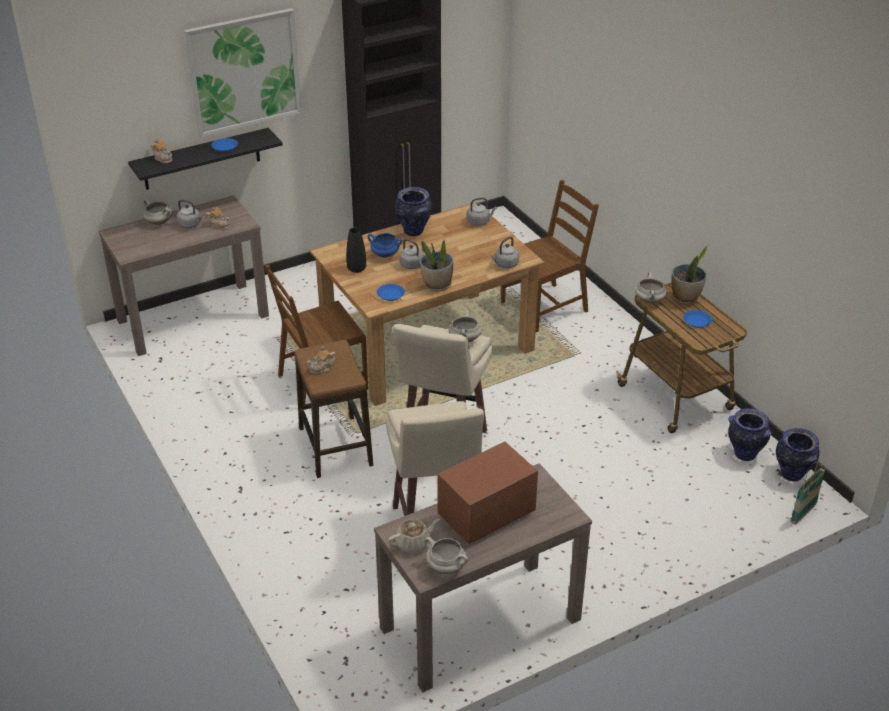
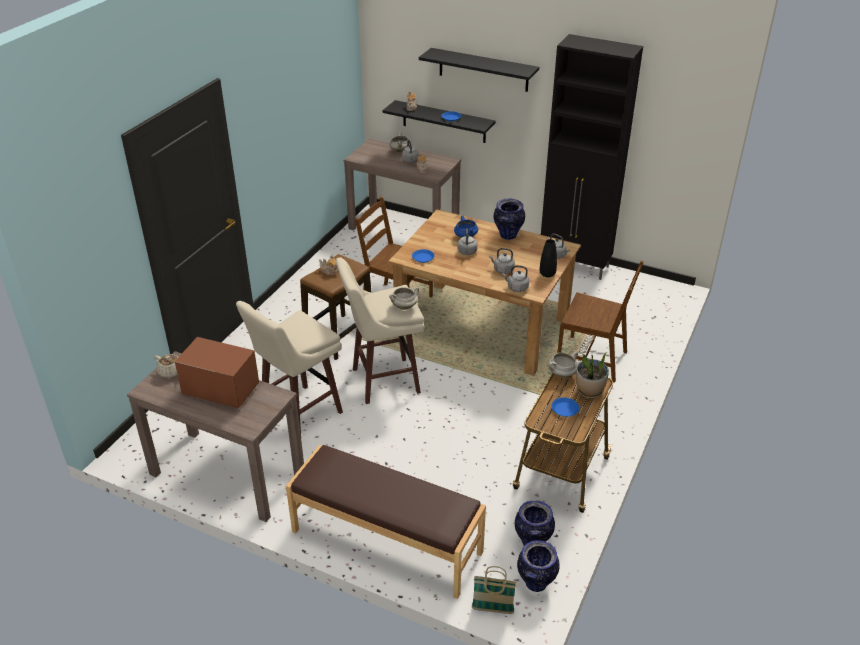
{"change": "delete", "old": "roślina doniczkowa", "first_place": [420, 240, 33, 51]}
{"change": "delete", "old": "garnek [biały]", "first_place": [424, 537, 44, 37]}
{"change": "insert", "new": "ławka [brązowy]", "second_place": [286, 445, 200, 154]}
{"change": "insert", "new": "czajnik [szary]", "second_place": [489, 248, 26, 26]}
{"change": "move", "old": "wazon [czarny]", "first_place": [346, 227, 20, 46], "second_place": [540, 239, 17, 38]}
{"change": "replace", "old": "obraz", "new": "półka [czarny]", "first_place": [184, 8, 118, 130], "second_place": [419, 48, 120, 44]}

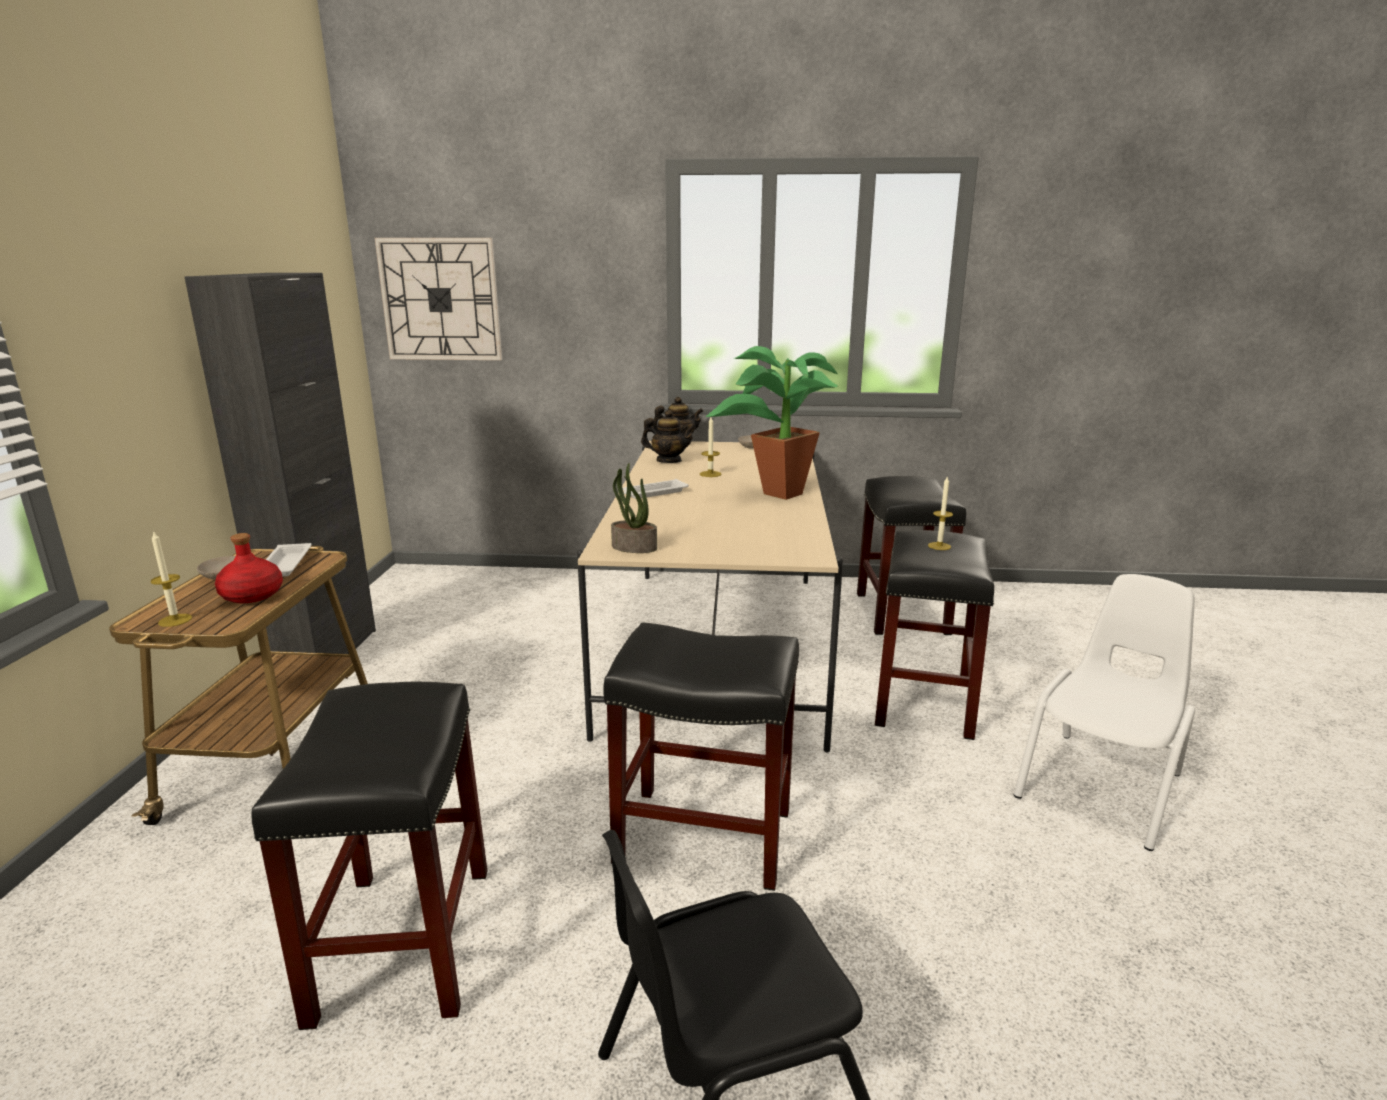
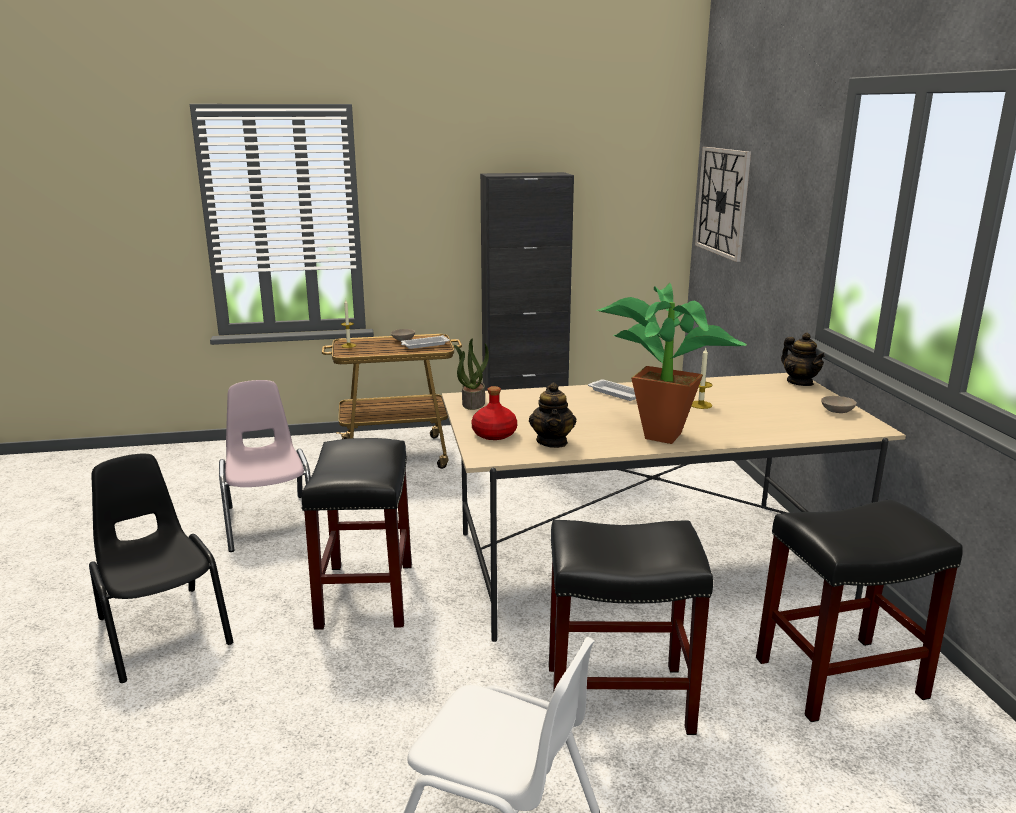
{"change": "delete", "old": "świeca", "first_place": [928, 477, 25, 73]}
{"change": "move", "old": "butelka [czerwony]", "first_place": [215, 533, 68, 70], "second_place": [471, 386, 46, 54]}
{"change": "move", "old": "imbryk", "first_place": [641, 410, 55, 53], "second_place": [529, 383, 47, 65]}
{"change": "replace", "old": "stołek [czarny]", "new": "krzesło [różowy]", "first_place": [252, 682, 235, 348], "second_place": [219, 380, 92, 172]}

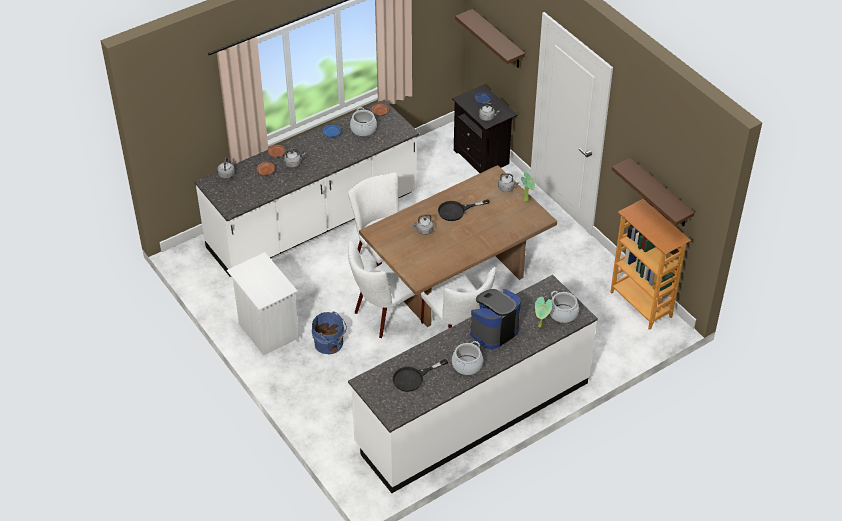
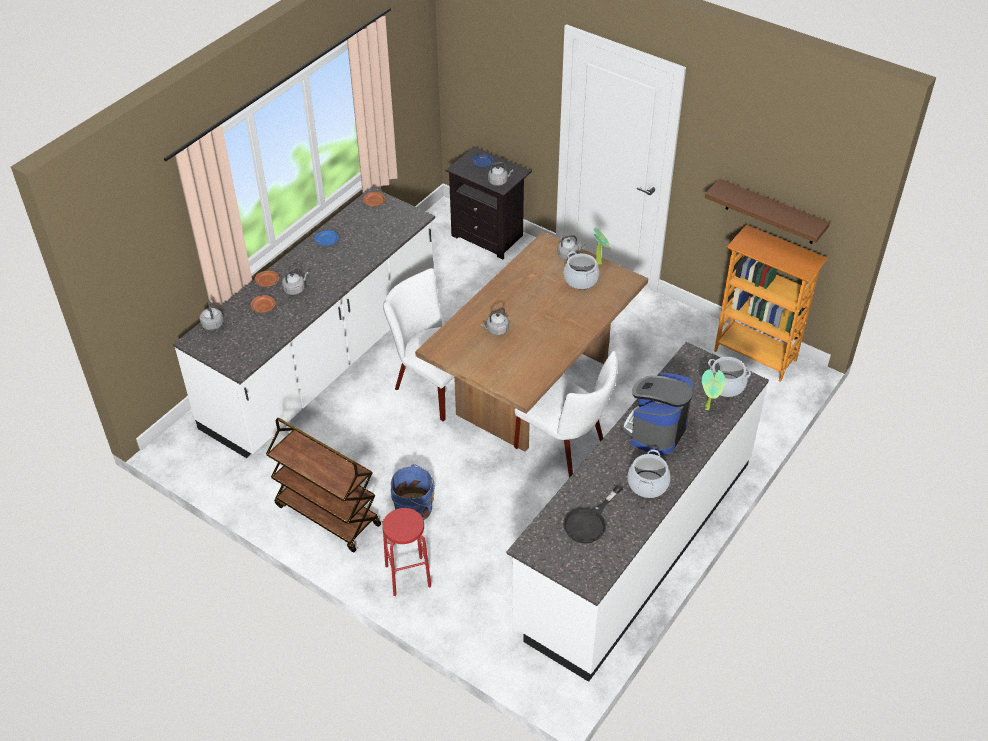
{"change": "delete", "old": "krzesło [biały]", "first_place": [348, 240, 67, 98]}
{"change": "delete", "old": "patelnia [czarny]", "first_place": [438, 199, 52, 22]}
{"change": "delete", "old": "półka [brązowy]", "first_place": [455, 9, 70, 59]}
{"change": "insert", "new": "stołek [czerwony]", "second_place": [382, 508, 49, 88]}
{"change": "move", "old": "garnek", "first_place": [350, 107, 27, 29], "second_place": [564, 252, 35, 37]}
{"change": "replace", "old": "szafka nocna [biały]", "new": "wózek [brązowy]", "first_place": [227, 252, 73, 103], "second_place": [266, 418, 115, 134]}

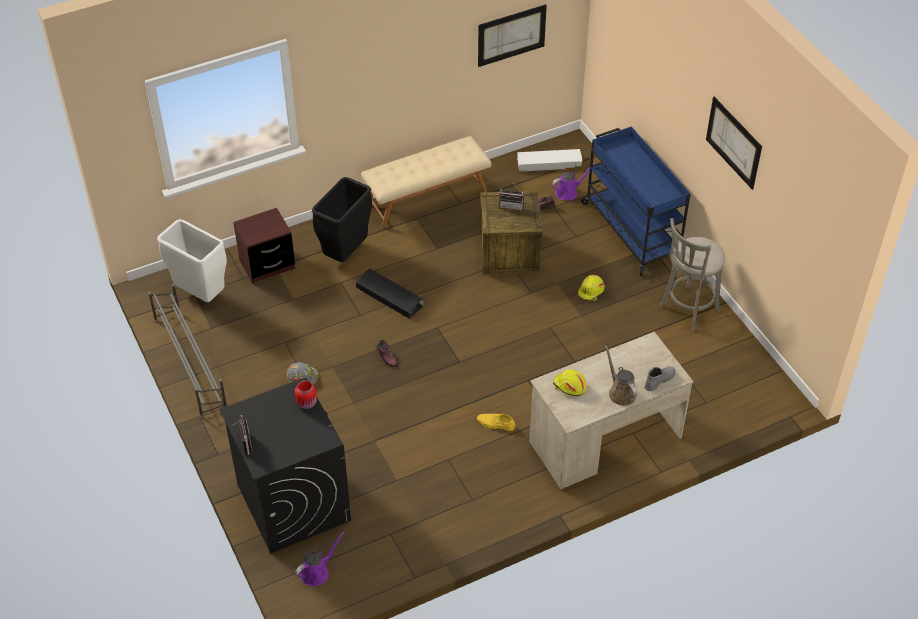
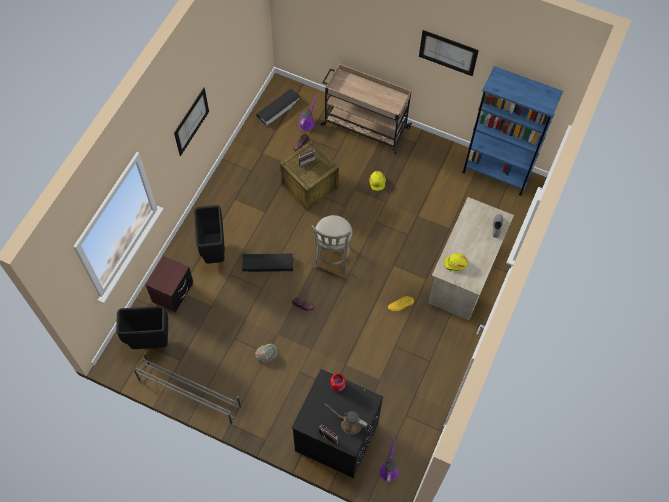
{"change": "delete", "old": "ławka [beżowy]", "first_place": [361, 136, 131, 93]}
{"change": "insert", "new": "regał [niebieski]", "second_place": [462, 66, 101, 130]}
{"change": "move", "old": "obraz", "first_place": [478, 4, 69, 63], "second_place": [174, 88, 35, 68]}
{"change": "move", "old": "konewka [brązowy]", "first_place": [605, 345, 33, 61], "second_place": [324, 403, 43, 32]}
{"change": "move", "old": "stołek [szary]", "first_place": [660, 218, 65, 114], "second_place": [311, 215, 41, 58]}
{"change": "recolor", "old": "kosz na śmieci [biały]", "new": "kosz na śmieci [czarny]", "first_place": [157, 219, 70, 83], "second_place": [116, 306, 52, 43]}
{"change": "recolor", "old": "pojemnik do przechowywania [biały]", "new": "pojemnik do przechowywania [czarny]", "first_place": [517, 149, 66, 23], "second_place": [256, 89, 45, 37]}
{"change": "recolor", "old": "wózek [niebieski]", "new": "wózek [beżowy]", "first_place": [581, 126, 110, 150], "second_place": [321, 64, 91, 90]}

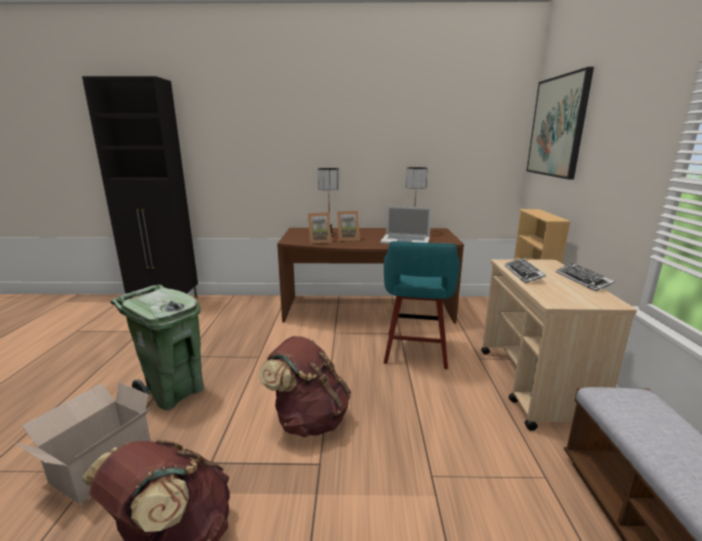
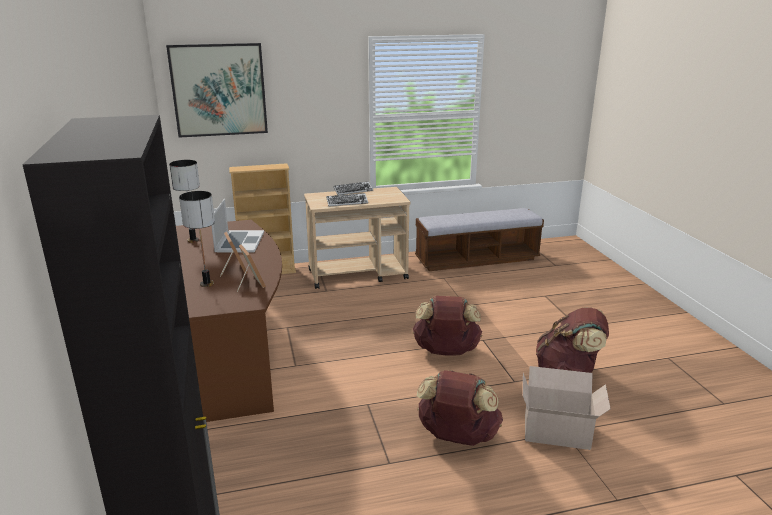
{"change": "delete", "old": "stołek [turkusowy]", "first_place": [384, 241, 76, 128]}
{"change": "replace", "old": "kosz na śmieci [zielony]", "new": "plecak [brązowy]", "first_place": [110, 285, 94, 125], "second_place": [417, 370, 86, 76]}

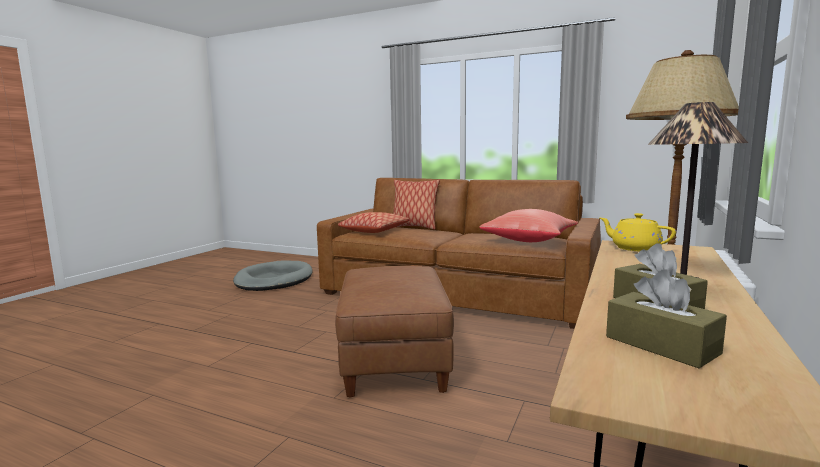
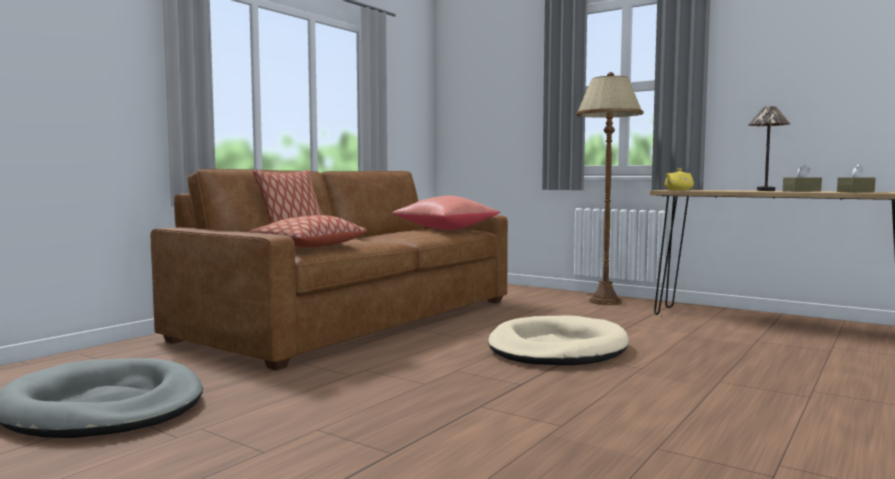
{"change": "replace", "old": "pufa [brązowy]", "new": "legowisko [beżowy]", "first_place": [335, 266, 119, 132], "second_place": [488, 315, 141, 50]}

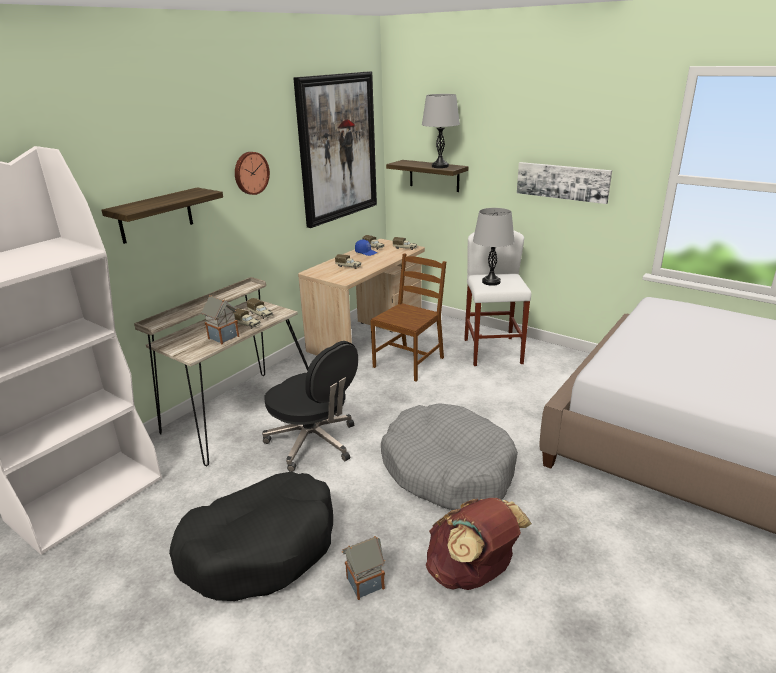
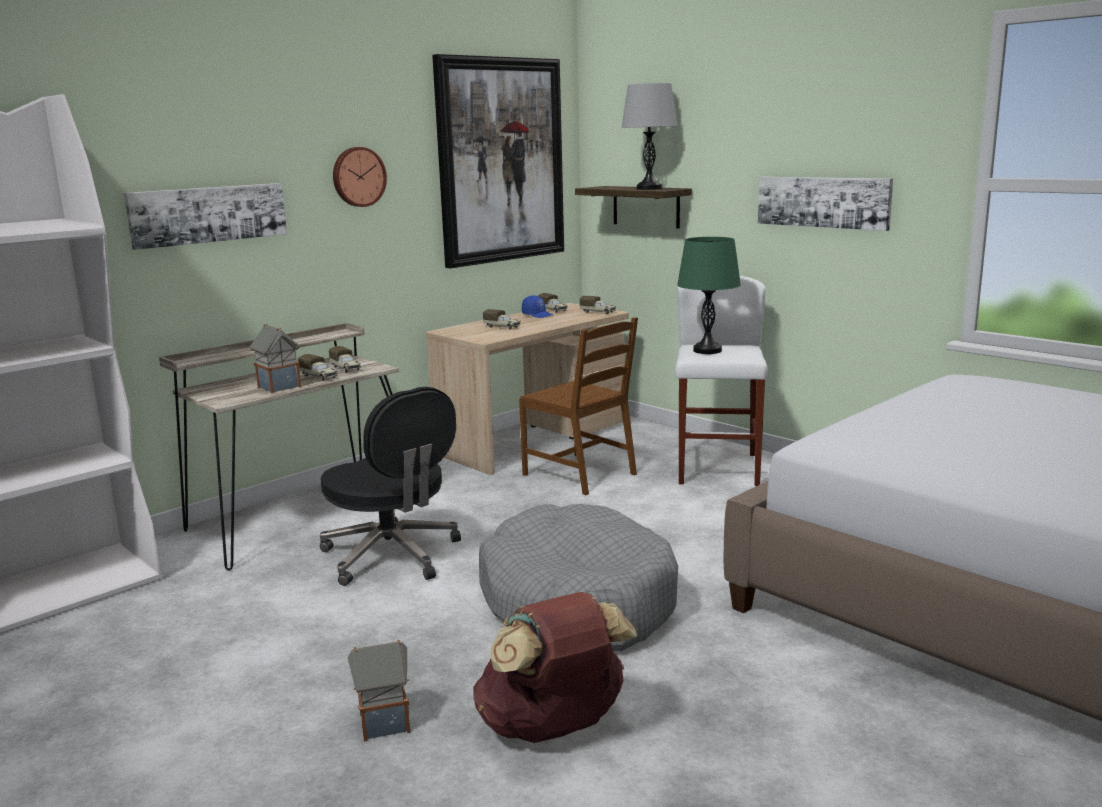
{"change": "delete", "old": "legowisko [czarny]", "first_place": [169, 472, 164, 129]}
{"change": "replace", "old": "półka", "new": "obraz", "first_place": [101, 187, 122, 57], "second_place": [124, 183, 163, 67]}
{"change": "recolor", "old": "lampa stołowa [szary]", "new": "lampa stołowa [zielony]", "first_place": [473, 208, 42, 78], "second_place": [677, 237, 64, 117]}
{"change": "rotate", "old": "krzesło [brązowy]", "first_place": [371, 253, 75, 128], "second_place": [519, 317, 119, 178], "degrees": 90}

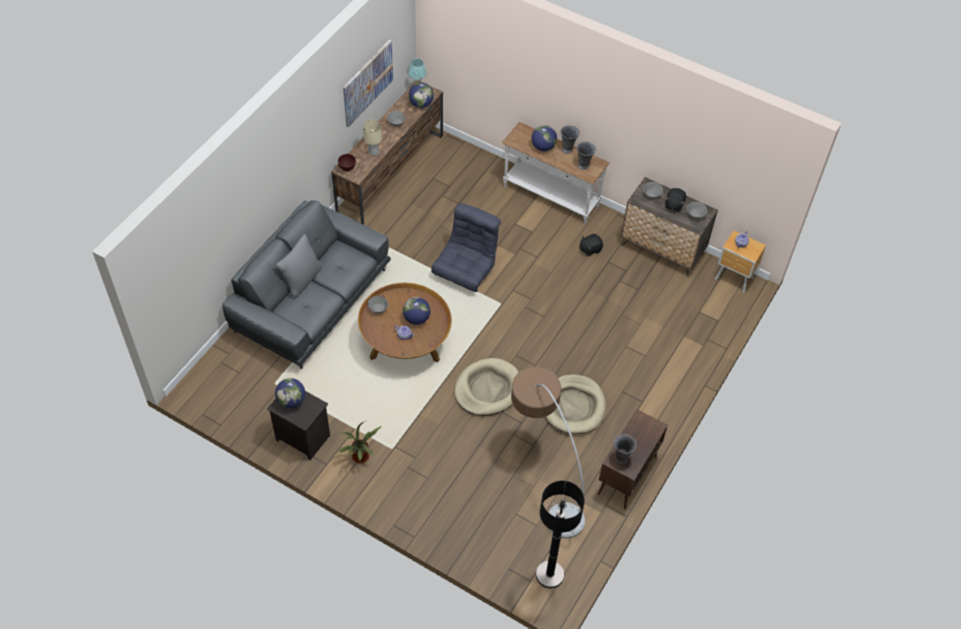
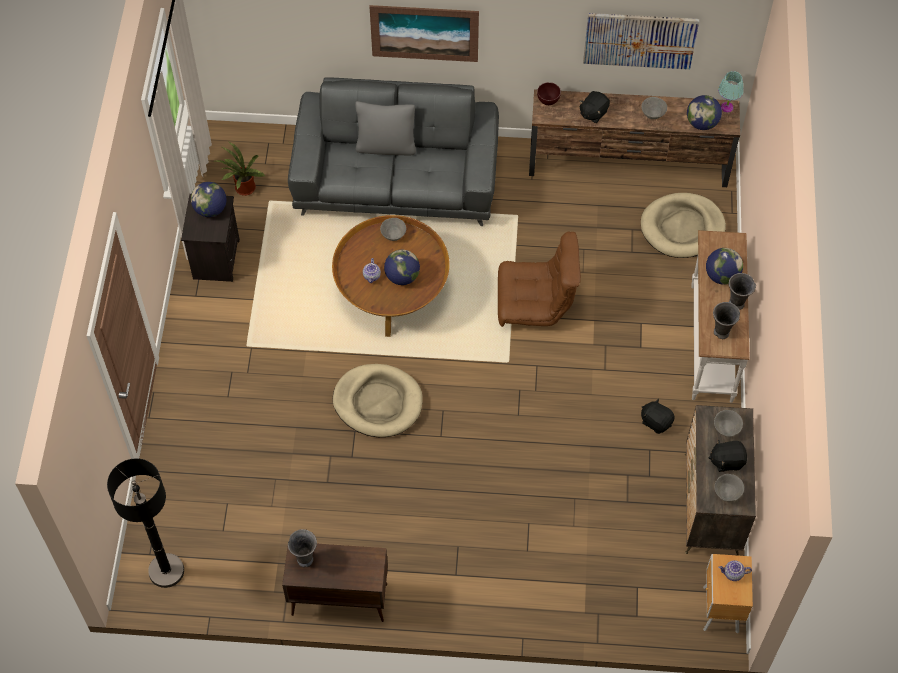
{"change": "delete", "old": "lampa stojąca", "first_place": [511, 367, 74, 171]}
{"change": "insert", "new": "obraz", "second_place": [370, 5, 109, 57]}
{"change": "move", "old": "roślina doniczkowa", "first_place": [338, 420, 44, 44], "second_place": [213, 142, 53, 54]}
{"change": "move", "old": "legowisko [beżowy]", "first_place": [546, 374, 60, 60], "second_place": [641, 193, 85, 65]}
{"change": "replace", "old": "lampa stołowa [beżowy]", "new": "pluszak [czarny]", "first_place": [363, 120, 19, 35], "second_place": [579, 91, 31, 32]}
{"change": "recolor", "old": "fotel [szary]", "new": "fotel [brązowy]", "first_place": [431, 203, 70, 89], "second_place": [498, 232, 83, 95]}

